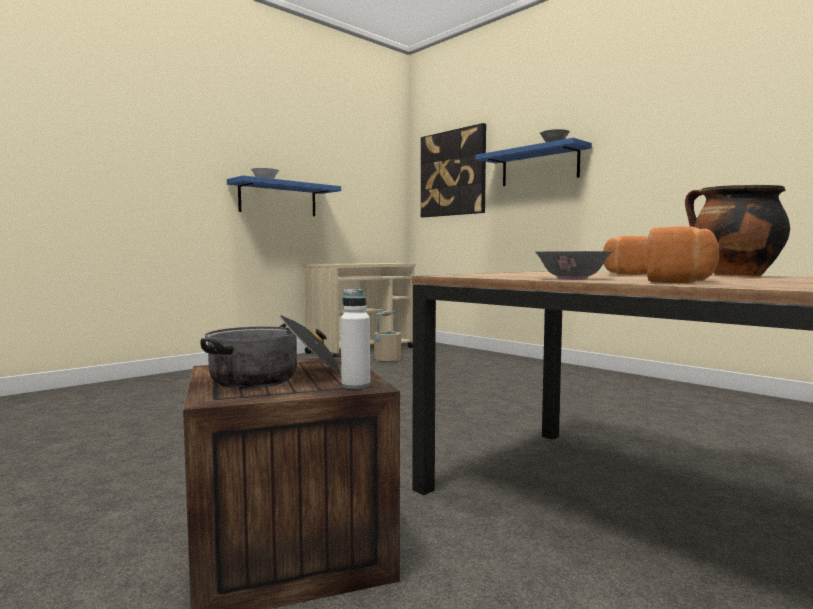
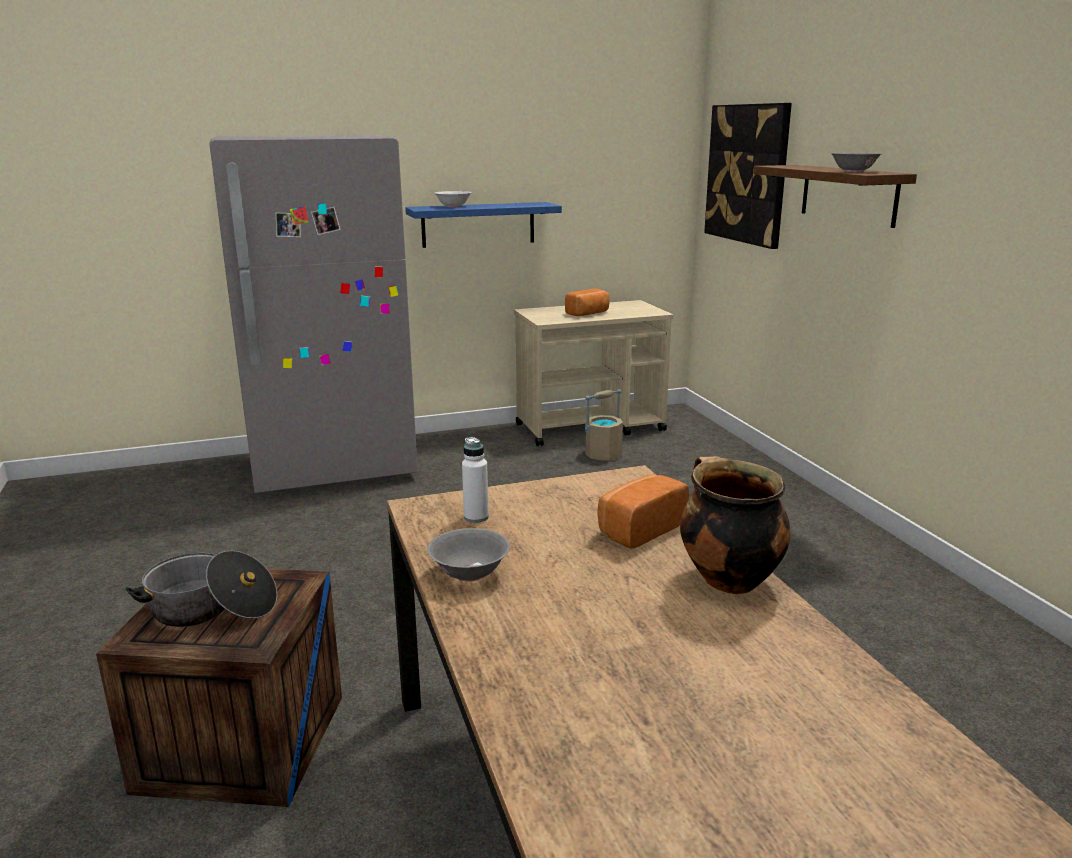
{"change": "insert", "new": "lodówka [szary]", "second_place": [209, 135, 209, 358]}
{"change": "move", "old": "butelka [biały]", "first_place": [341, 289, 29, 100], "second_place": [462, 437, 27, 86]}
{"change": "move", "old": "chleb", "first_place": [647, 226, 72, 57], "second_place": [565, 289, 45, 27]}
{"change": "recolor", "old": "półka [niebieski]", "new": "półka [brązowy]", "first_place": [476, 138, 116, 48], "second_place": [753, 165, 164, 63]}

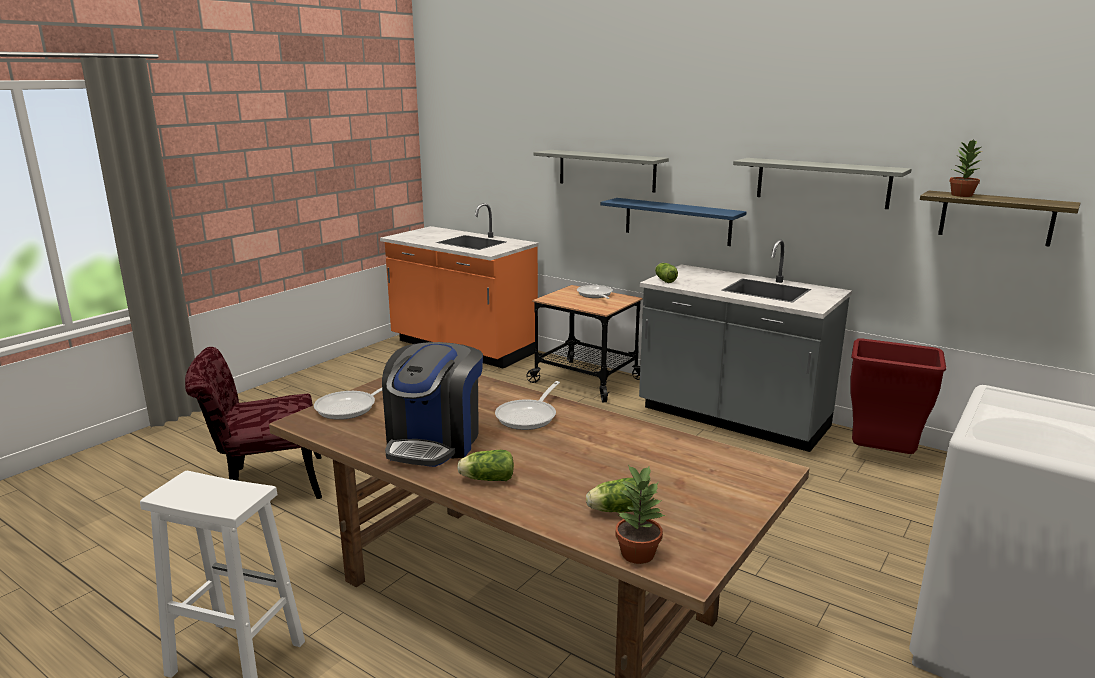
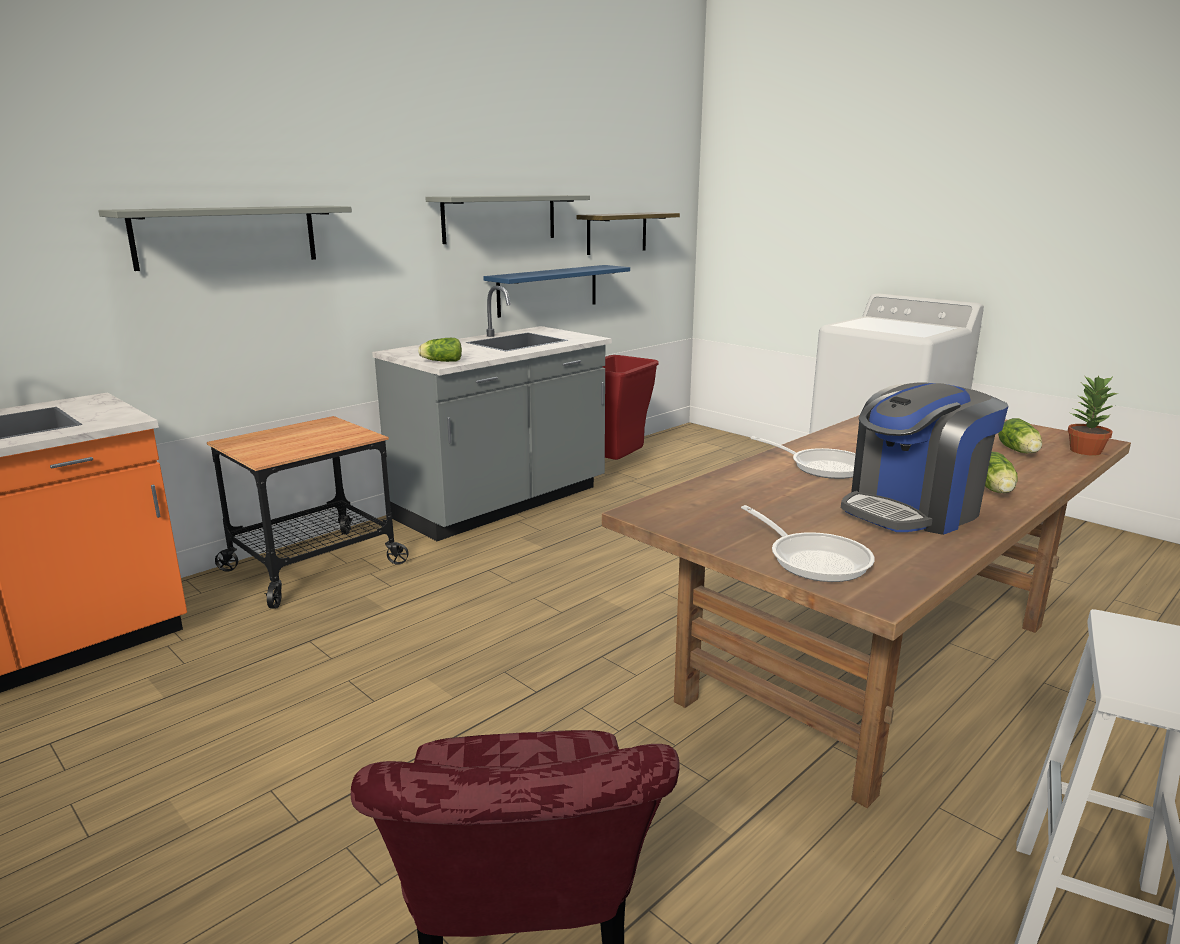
{"change": "delete", "old": "patelnia", "first_place": [577, 285, 36, 14]}
{"change": "delete", "old": "roślina doniczkowa", "first_place": [949, 139, 35, 58]}
{"change": "move", "old": "półka [niebieski]", "first_place": [601, 198, 146, 48], "second_place": [483, 265, 147, 53]}
{"change": "rotate", "old": "ekspres do kawy", "first_place": [382, 342, 101, 125], "second_place": [841, 383, 167, 152], "degrees": 120}

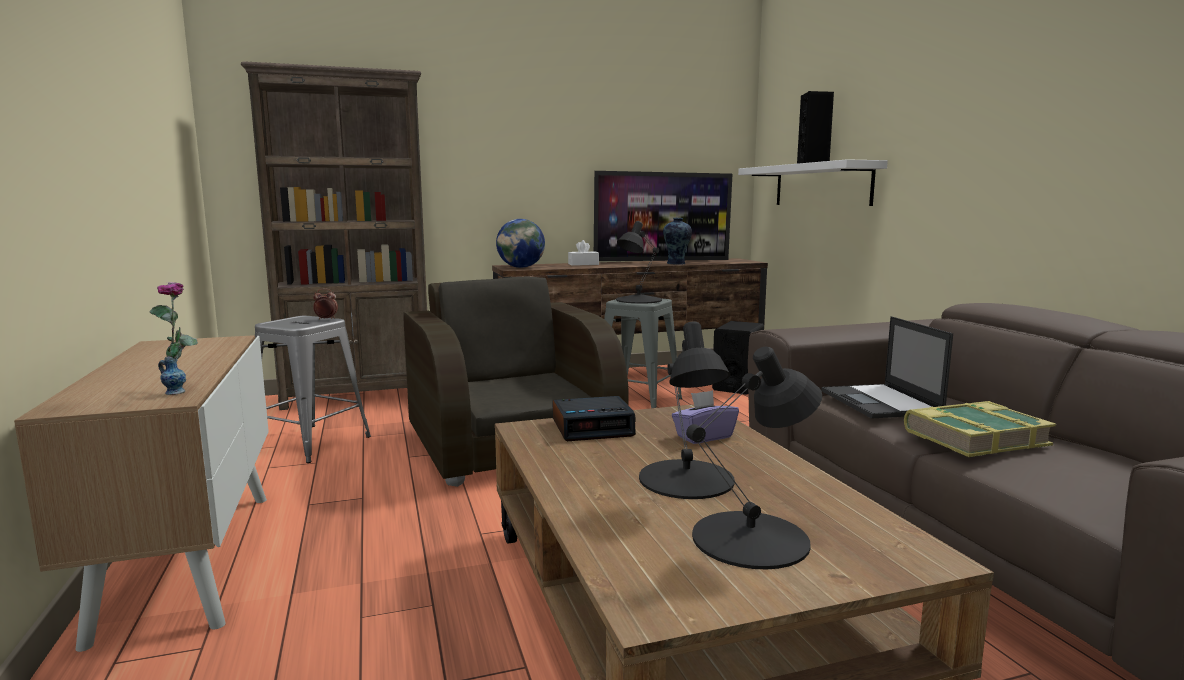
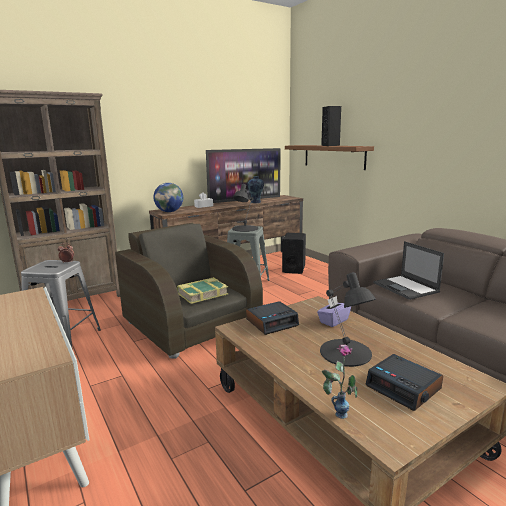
{"change": "move", "old": "wazon", "first_place": [150, 282, 48, 113], "second_place": [322, 345, 36, 74]}
{"change": "move", "old": "książka", "first_place": [904, 401, 152, 56], "second_place": [177, 277, 51, 27]}
{"change": "replace", "old": "lampa stołowa [czarny]", "new": "budzik", "first_place": [686, 347, 136, 222], "second_place": [365, 354, 78, 57]}
{"change": "recolor", "old": "półka [biały]", "new": "półka [brązowy]", "first_place": [738, 159, 150, 47], "second_place": [285, 145, 89, 25]}

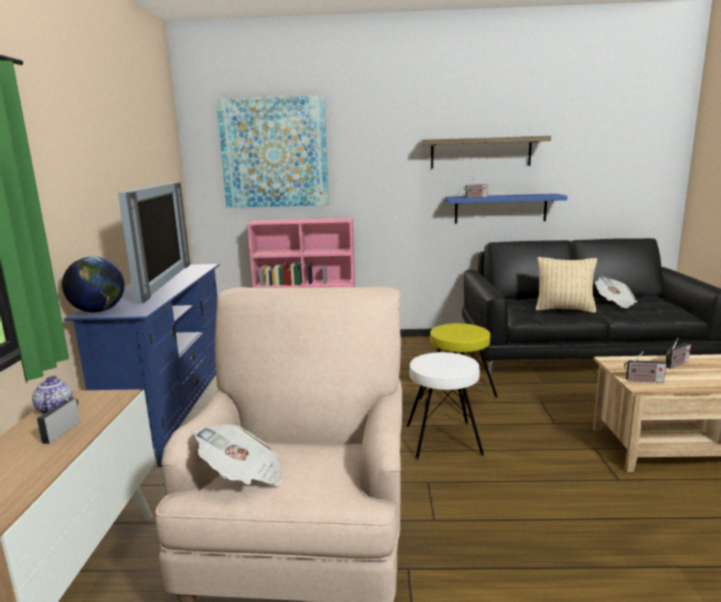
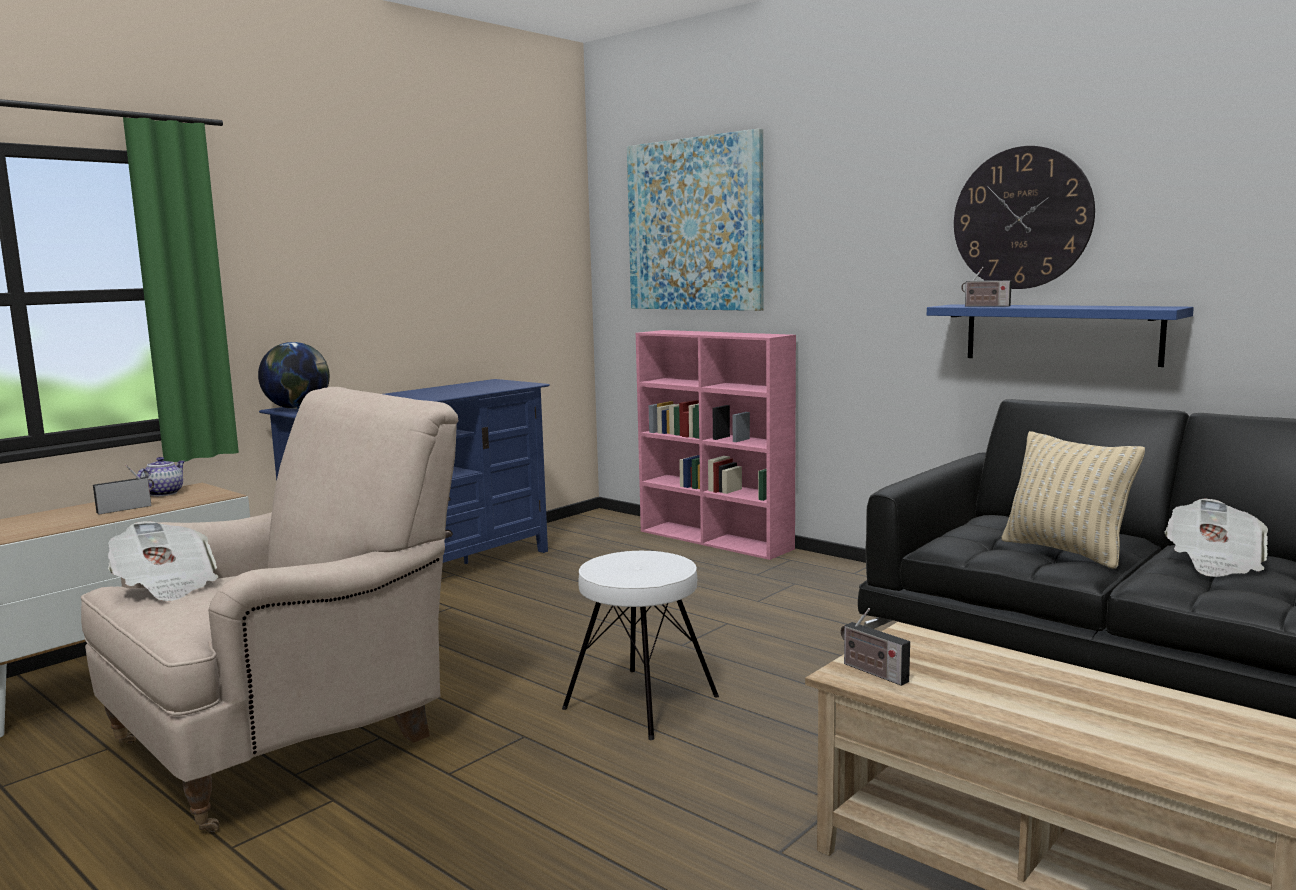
{"change": "delete", "old": "telewizor", "first_place": [118, 182, 72, 121]}
{"change": "delete", "old": "stołek [żółty]", "first_place": [420, 323, 78, 93]}
{"change": "delete", "old": "radio", "first_place": [665, 338, 26, 31]}
{"change": "replace", "old": "półka", "new": "zegar ścienny", "first_place": [421, 136, 130, 33], "second_place": [954, 146, 141, 143]}

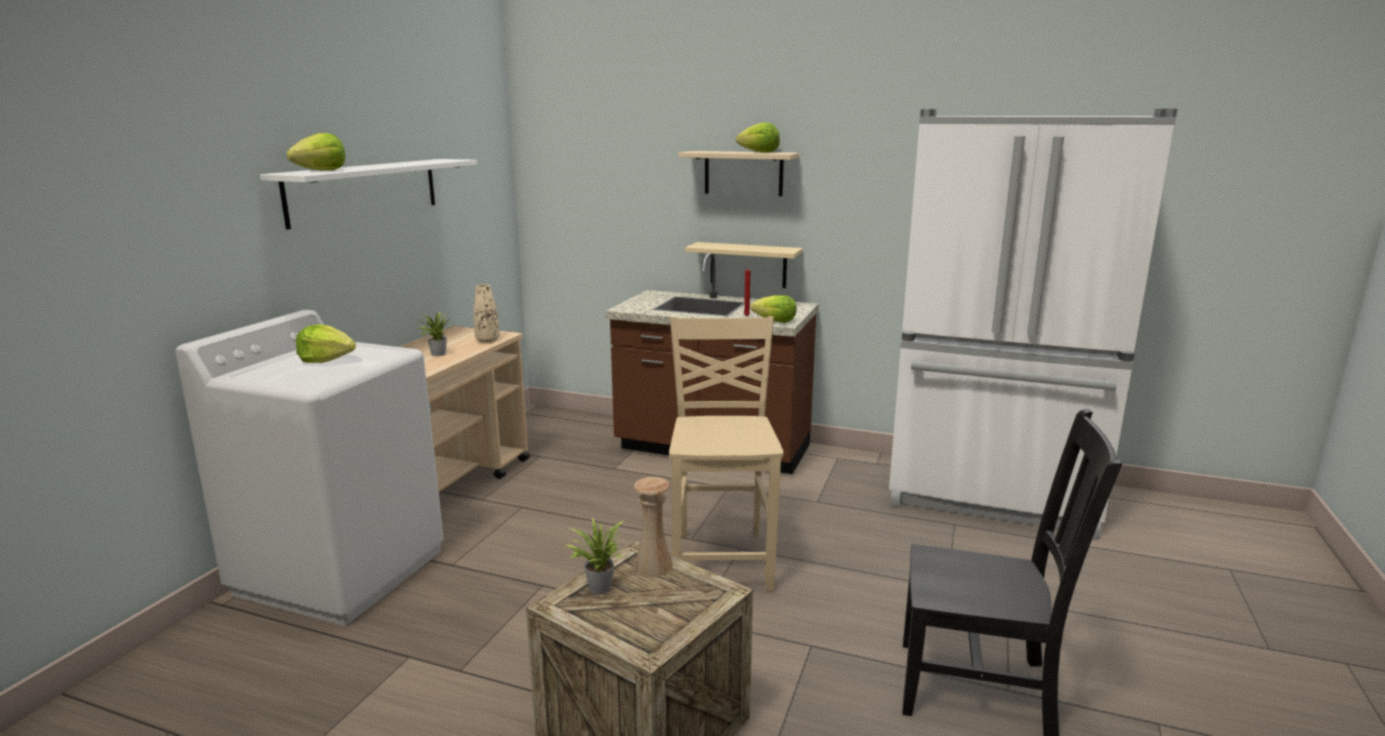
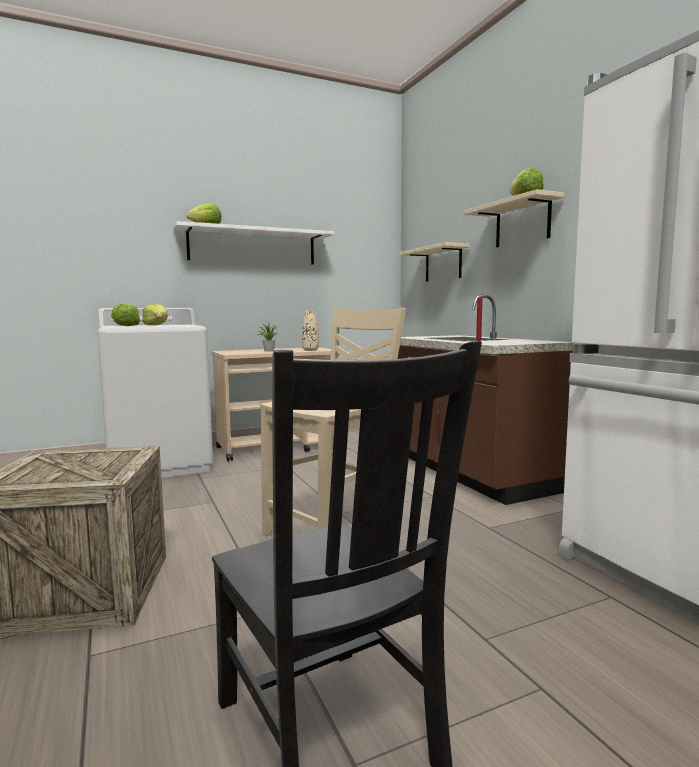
{"change": "delete", "old": "roślina doniczkowa", "first_place": [564, 518, 61, 76]}
{"change": "delete", "old": "wazon [beżowy]", "first_place": [634, 477, 39, 100]}
{"change": "move", "old": "półka [beżowy]", "first_place": [685, 242, 118, 46], "second_place": [400, 242, 70, 40]}
{"change": "move", "old": "sałata", "first_place": [751, 295, 46, 28], "second_place": [111, 304, 30, 22]}

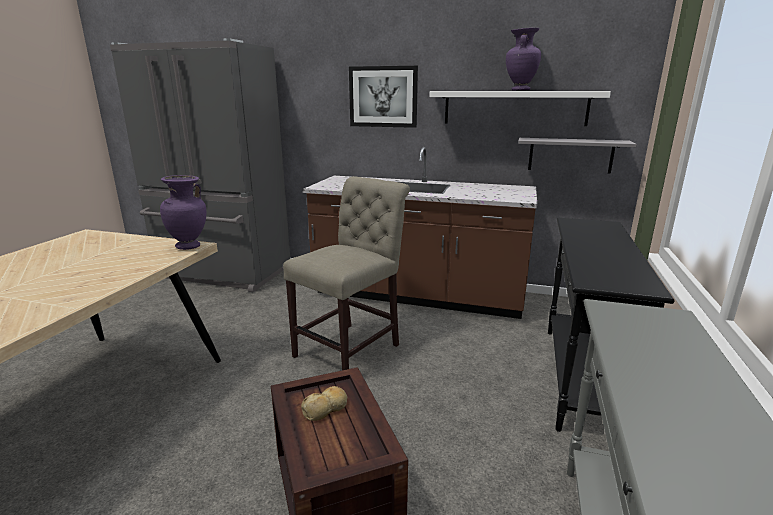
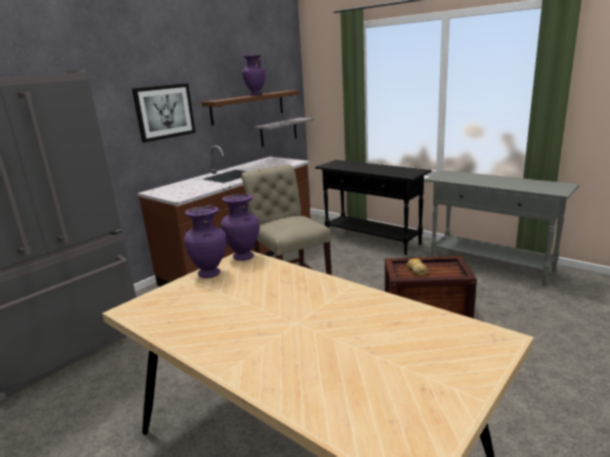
{"change": "insert", "new": "wazon [fioletowy]", "second_place": [184, 206, 42, 72]}
{"change": "recolor", "old": "półka [biały]", "new": "półka [brązowy]", "first_place": [430, 91, 181, 35], "second_place": [201, 90, 99, 36]}

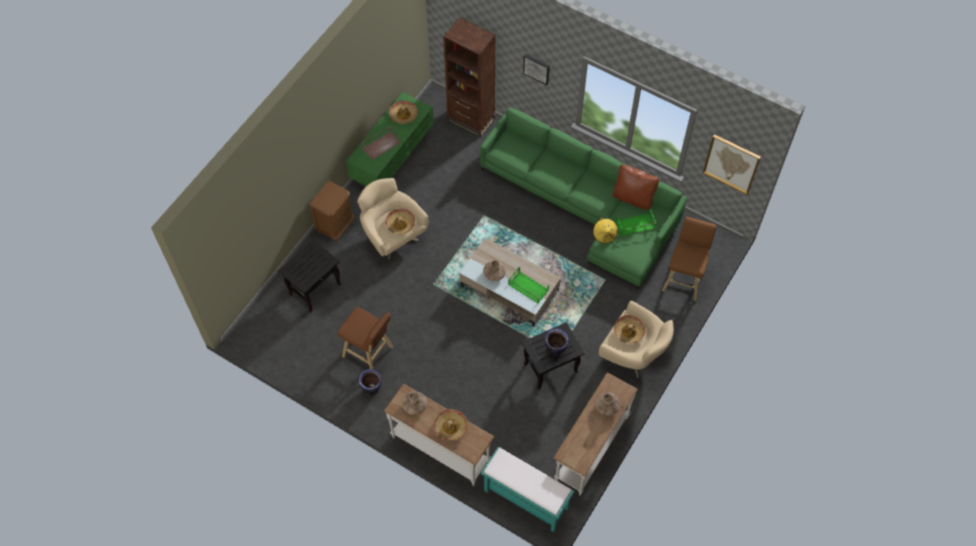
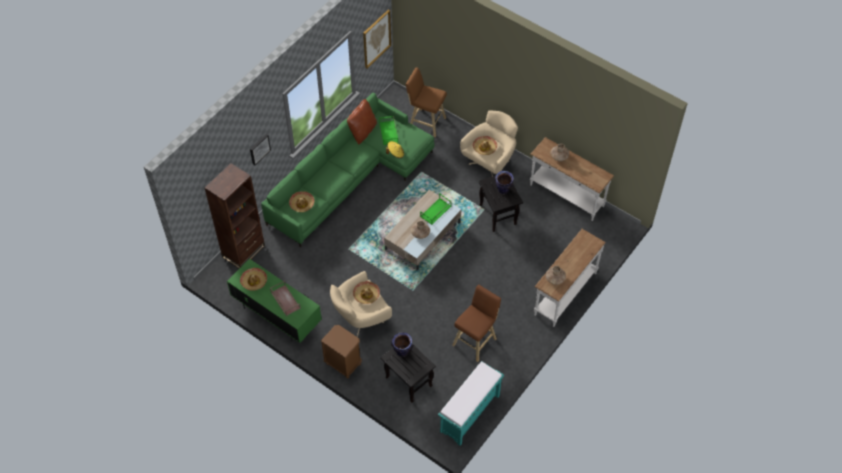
{"change": "move", "old": "wazon", "first_place": [359, 369, 22, 26], "second_place": [391, 332, 23, 25]}
{"change": "move", "old": "kapelusz", "first_place": [434, 409, 34, 32], "second_place": [289, 191, 26, 21]}
{"change": "move", "old": "ławka [turkusowy]", "first_place": [481, 447, 93, 85], "second_place": [438, 361, 66, 85]}

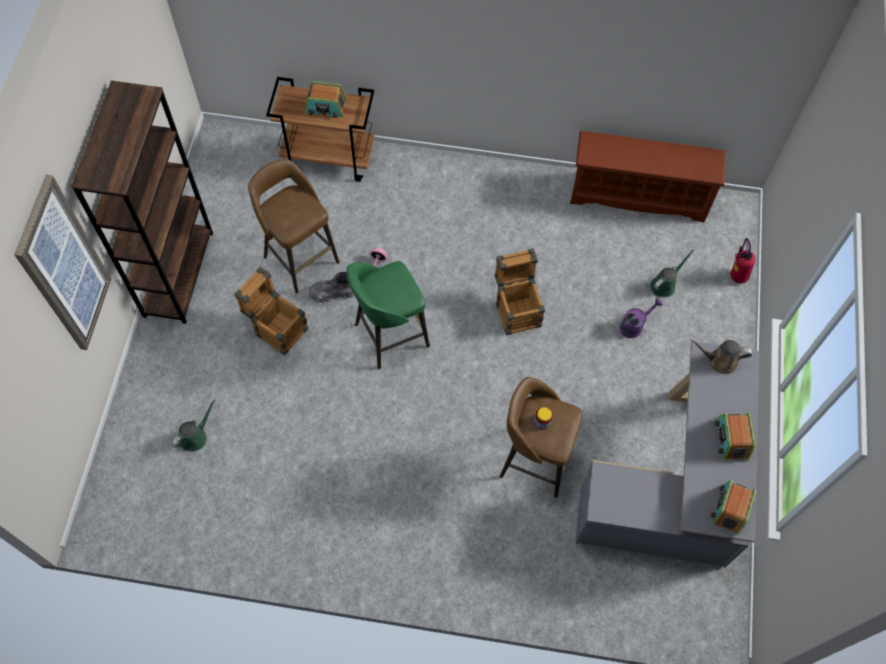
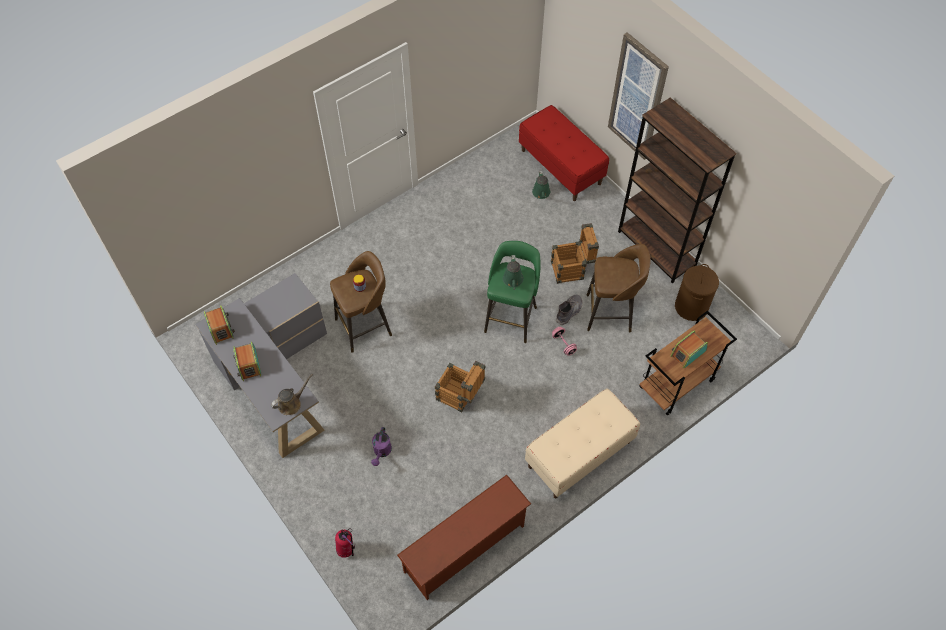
{"change": "insert", "new": "ławka [czerwony]", "second_place": [519, 105, 90, 96]}
{"change": "insert", "new": "ławka [beżowy]", "second_place": [525, 388, 115, 111]}
{"change": "insert", "new": "kosz na pranie [brązowy]", "second_place": [675, 264, 44, 57]}
{"change": "move", "old": "konewka [zielony]", "first_place": [650, 250, 44, 47], "second_place": [503, 255, 21, 35]}
{"change": "rotate", "old": "radio", "first_place": [714, 413, 41, 48], "second_place": [233, 342, 29, 39], "degrees": -150}

